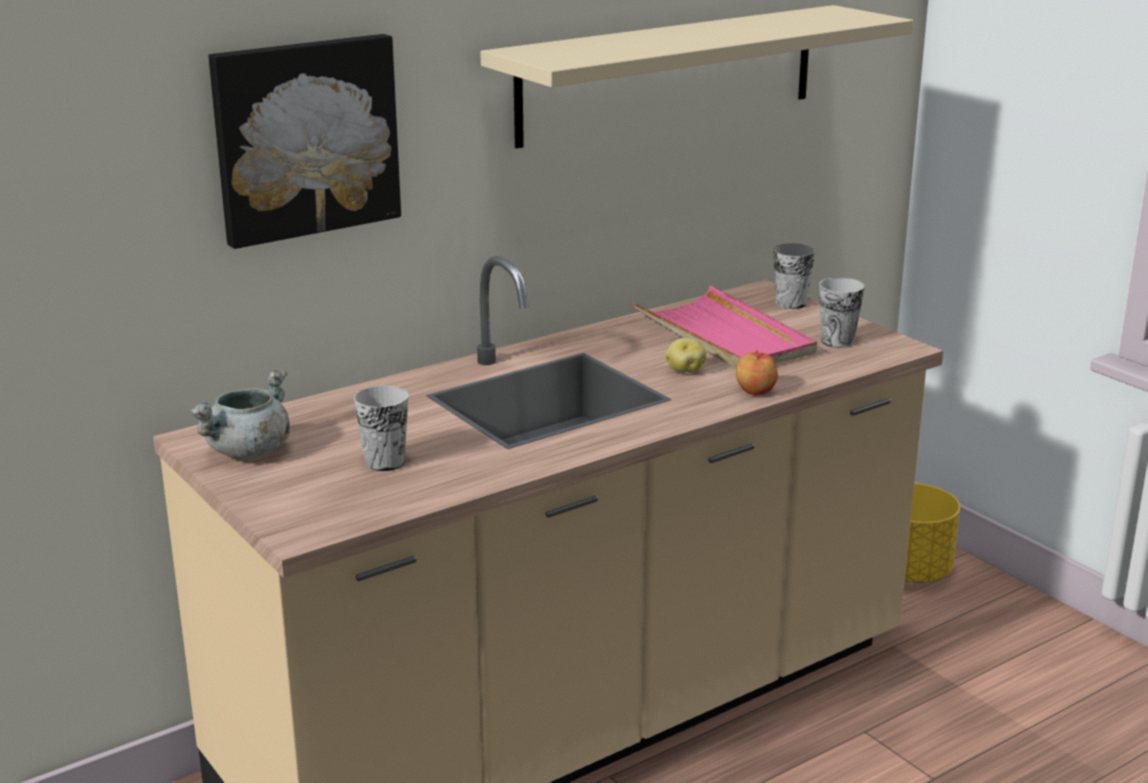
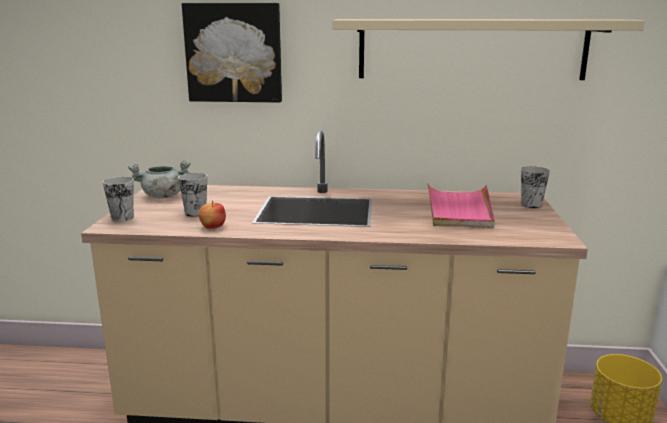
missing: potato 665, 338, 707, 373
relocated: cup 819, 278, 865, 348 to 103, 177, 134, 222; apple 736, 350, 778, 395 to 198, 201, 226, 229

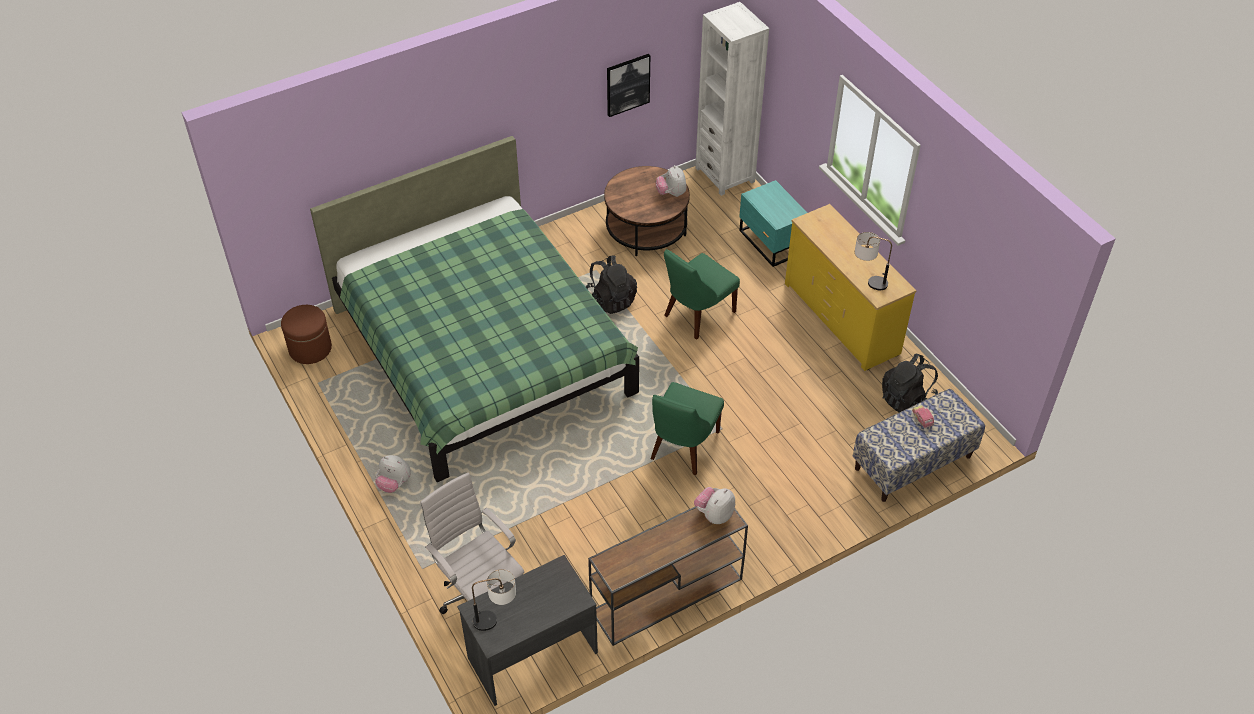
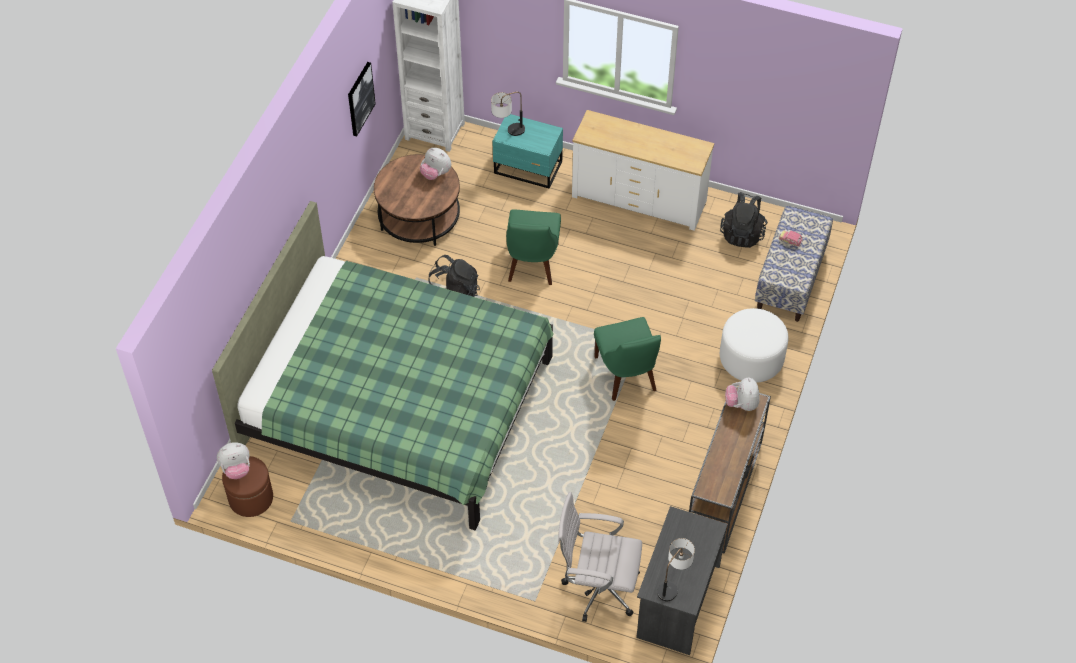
appeared: white ottoman 720, 308, 789, 383
relocated: plush toy 375, 455, 411, 493 to 217, 442, 250, 479; table lamp 855, 232, 892, 290 to 491, 92, 525, 136
colour: yellow dresser 785, 204, 916, 371 to white dresser 572, 110, 714, 231

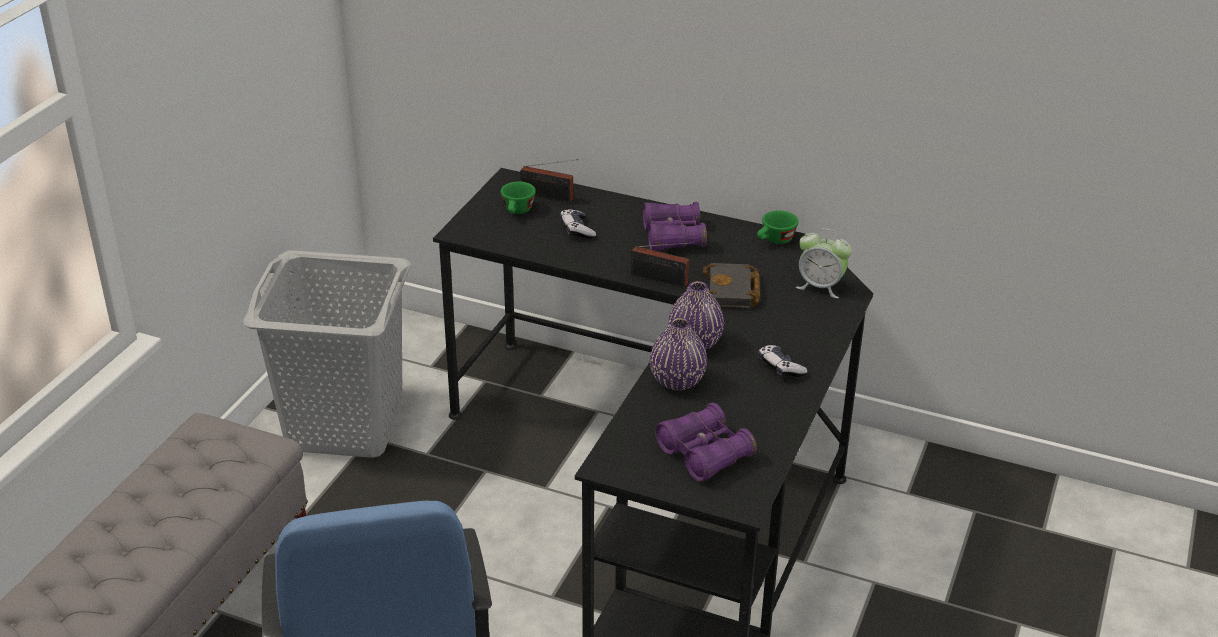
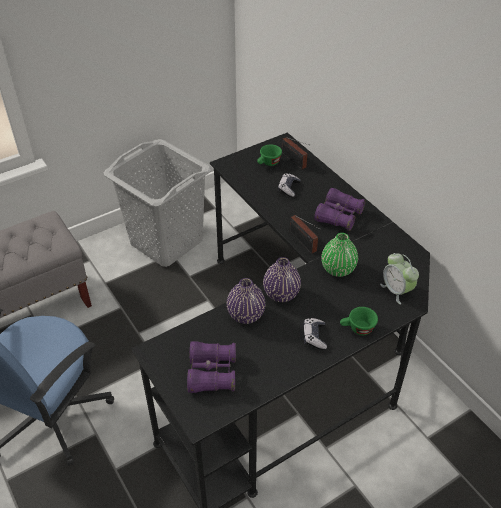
relocated: green cup 757, 210, 798, 244 to 340, 307, 378, 335
exchanged: black book 703, 263, 760, 308 to green vase 321, 233, 358, 277

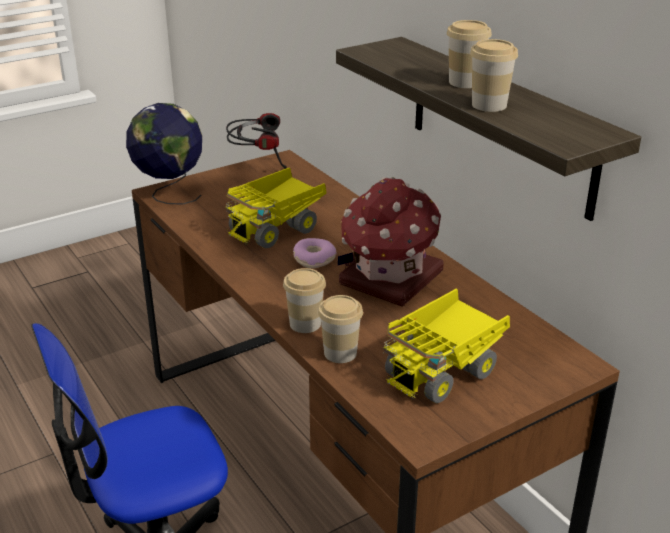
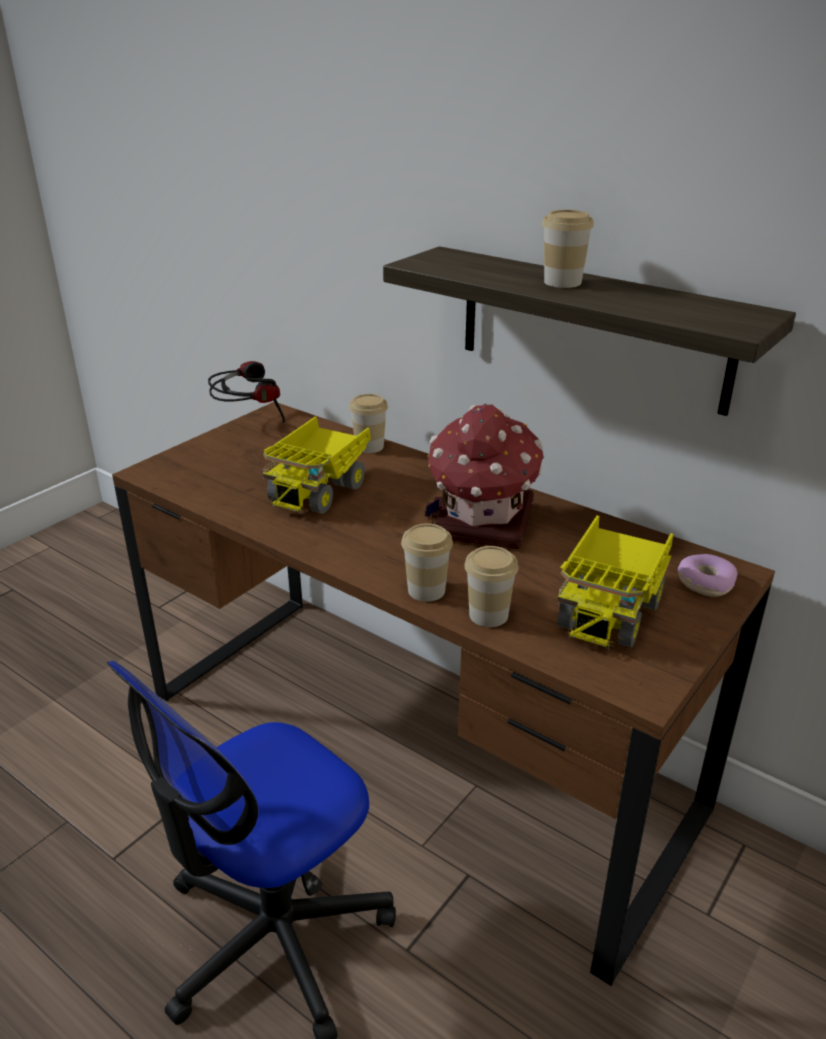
missing: globe 126, 103, 202, 205
relocated: cup 470, 39, 518, 112 to 349, 394, 388, 453; donut 293, 238, 336, 268 to 678, 554, 737, 597

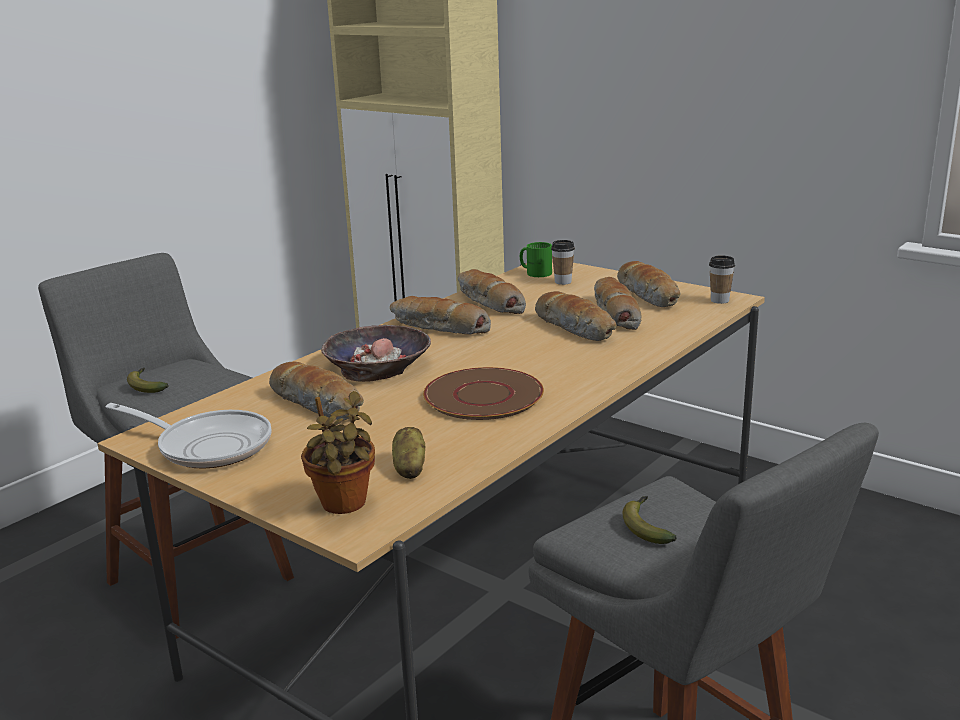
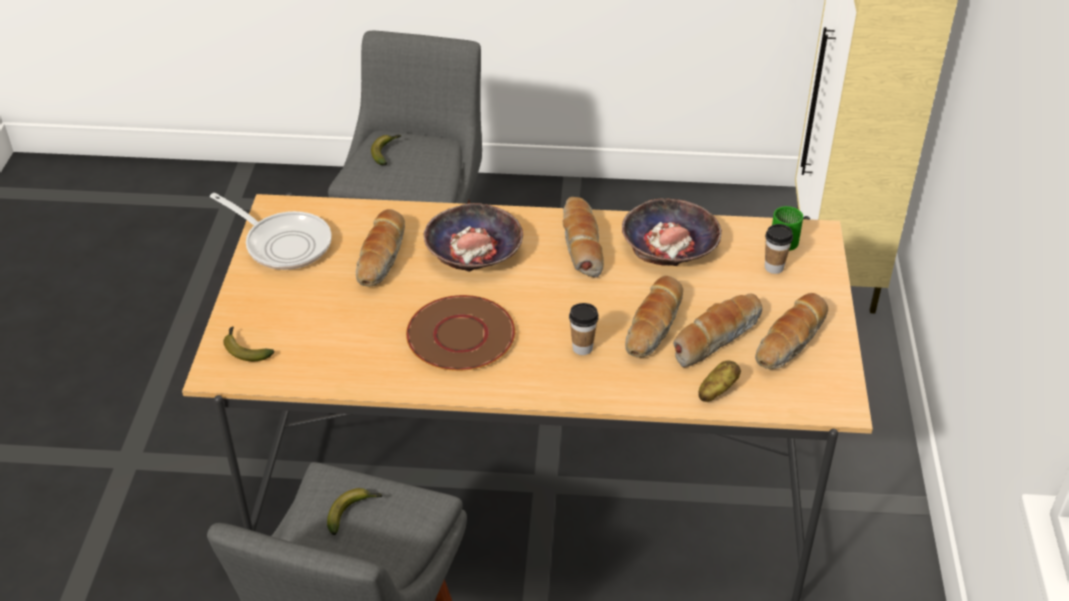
relocated: cup 709, 255, 735, 304 to 569, 303, 598, 355; potato 392, 427, 425, 479 to 699, 361, 741, 402
exchanged: potted plant 301, 391, 375, 514 to banana 223, 327, 274, 361; bread 458, 269, 526, 314 to bowl 622, 198, 722, 266
spun: frying pan 106, 403, 272, 469 = 210, 193, 332, 270 45 degrees counterclockwise

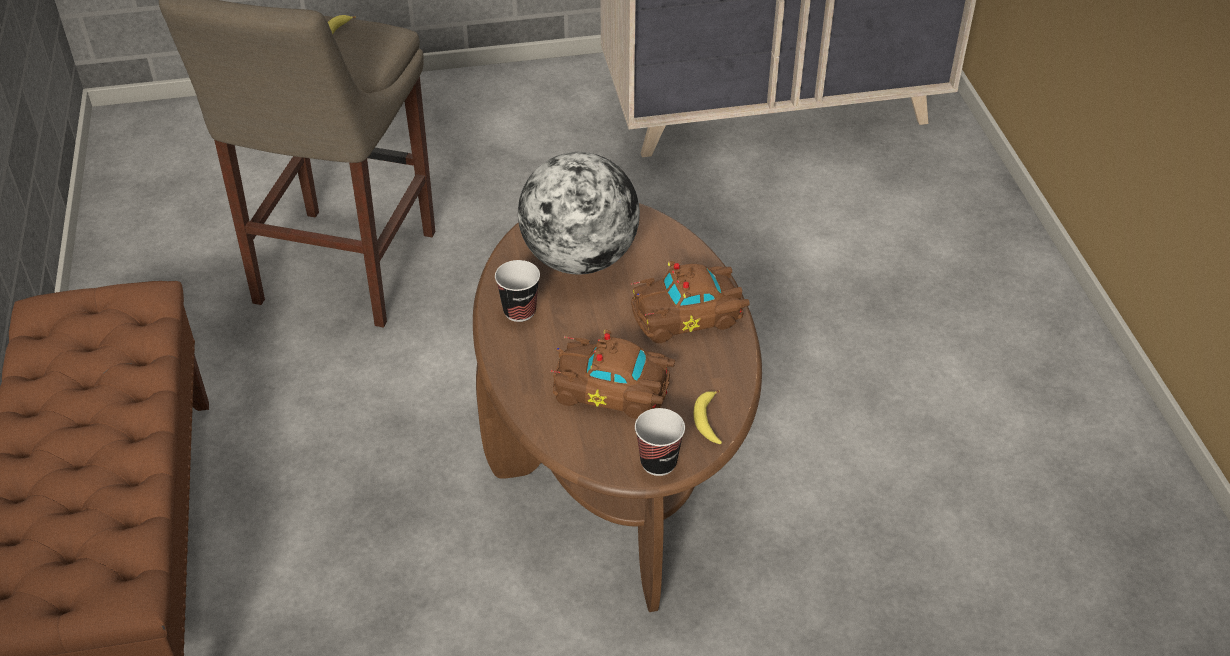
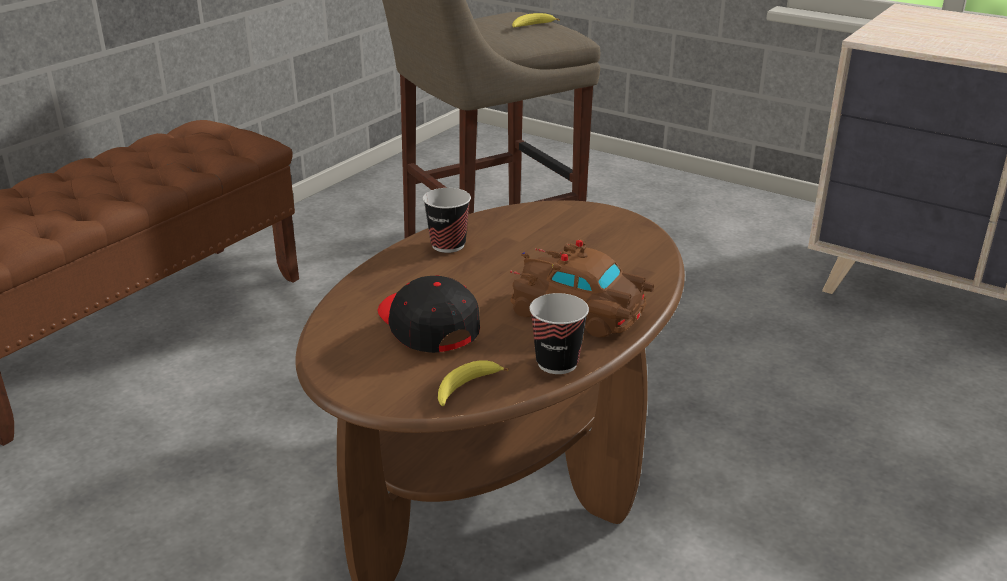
missing: globe 518, 152, 640, 275
relocated: cup 635, 408, 685, 476 to 529, 293, 589, 374
exchanged: brown toy car 551, 329, 675, 419 to black cap 378, 275, 480, 353

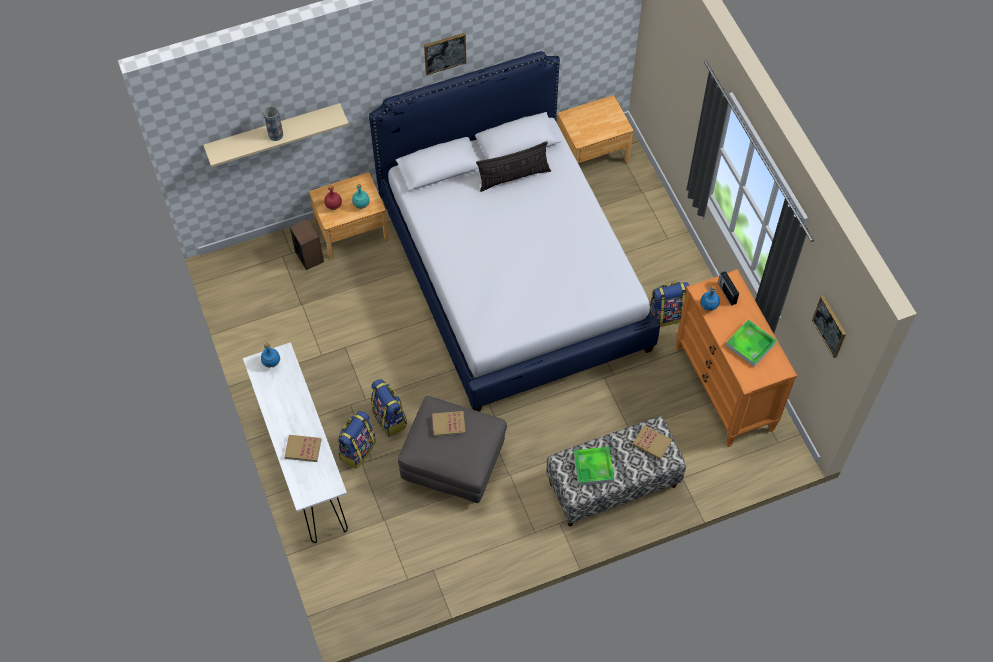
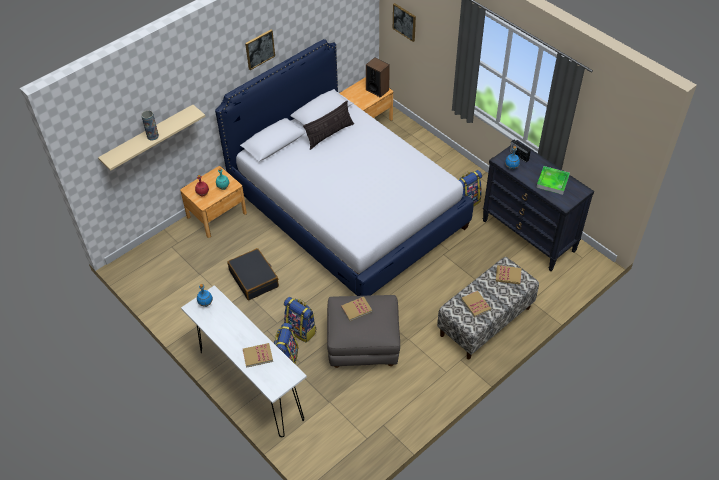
appeared: black suitcase 227, 248, 279, 300
relocated: speaker 289, 218, 324, 270 to 366, 57, 390, 98; picture 812, 296, 846, 358 to 393, 3, 416, 42
exchanged: tray 574, 447, 614, 486 to book 461, 291, 491, 318
colour: orange dresser 676, 269, 797, 447 to black dresser 483, 140, 594, 271

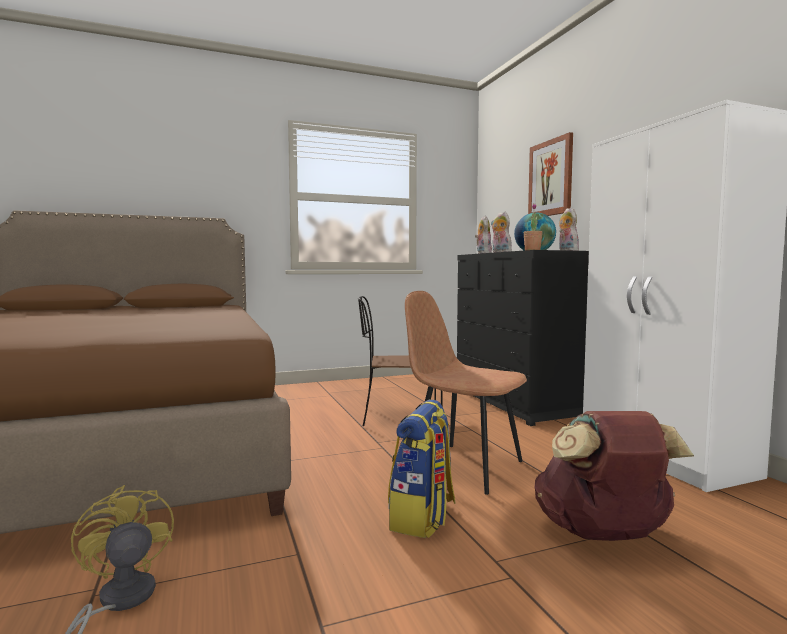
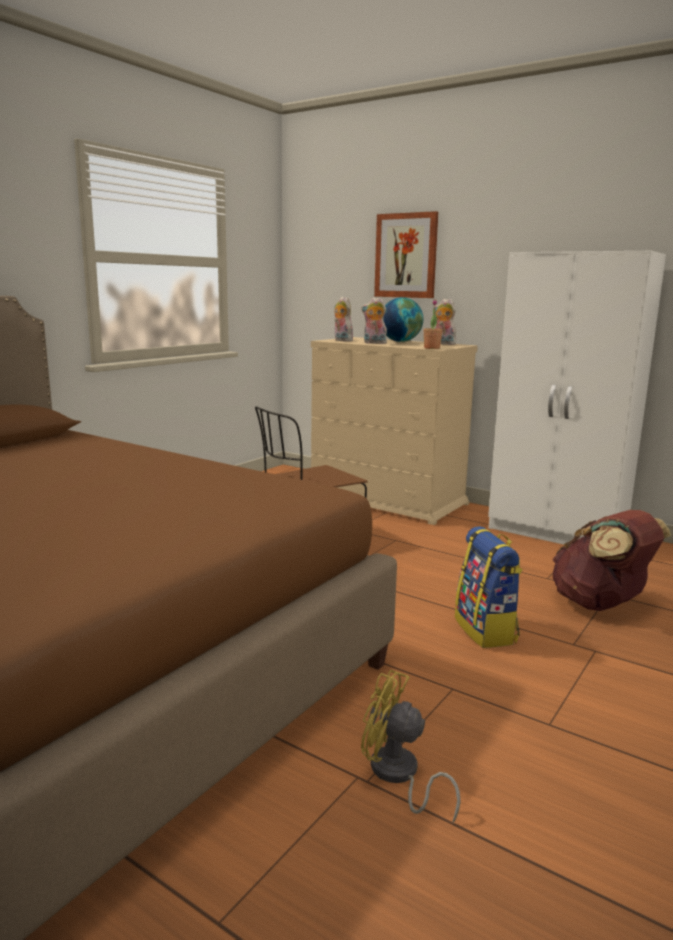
missing: brown chair 405, 291, 527, 495
colour: black dresser 457, 250, 589, 426 to beige dresser 311, 337, 478, 525

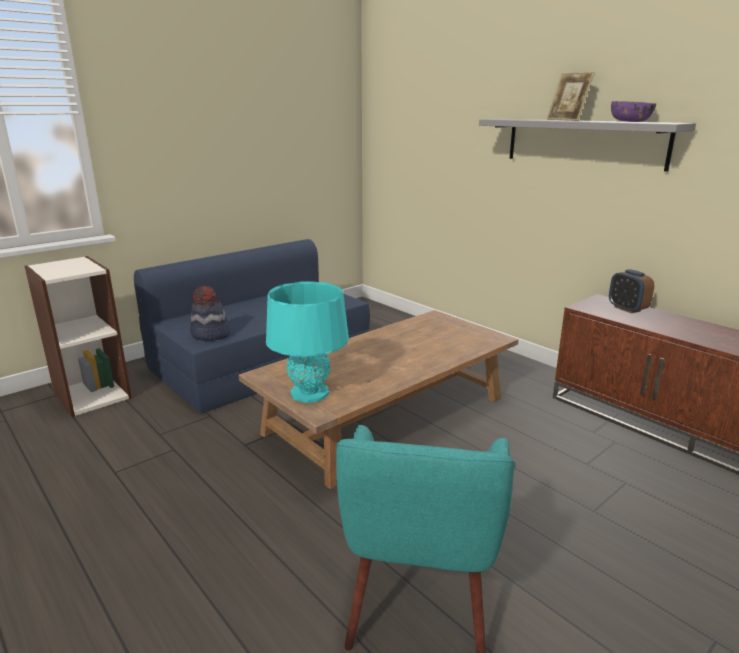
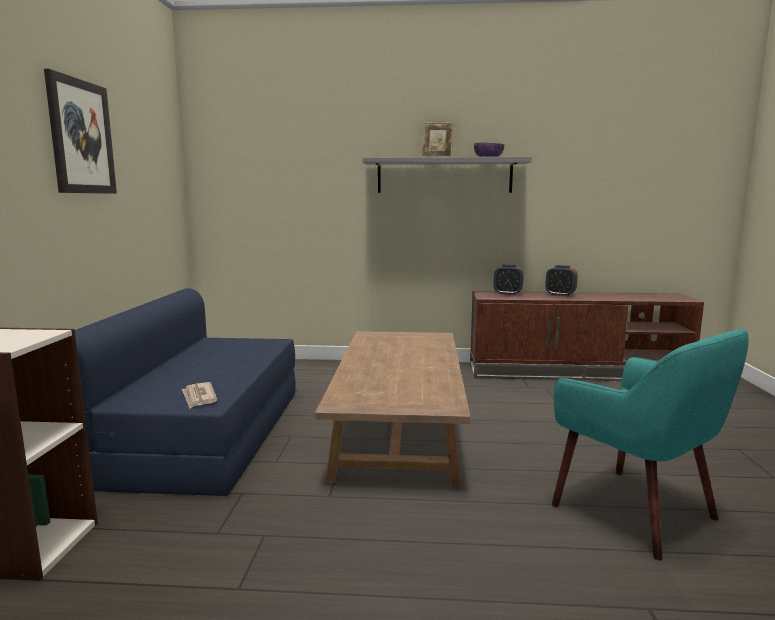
missing: turquoise table lamp 266, 281, 349, 403
appeared: picture 44, 69, 117, 194; alarm clock 545, 265, 578, 297
exchanged: hat 190, 286, 230, 341 to newspaper 182, 382, 217, 409

